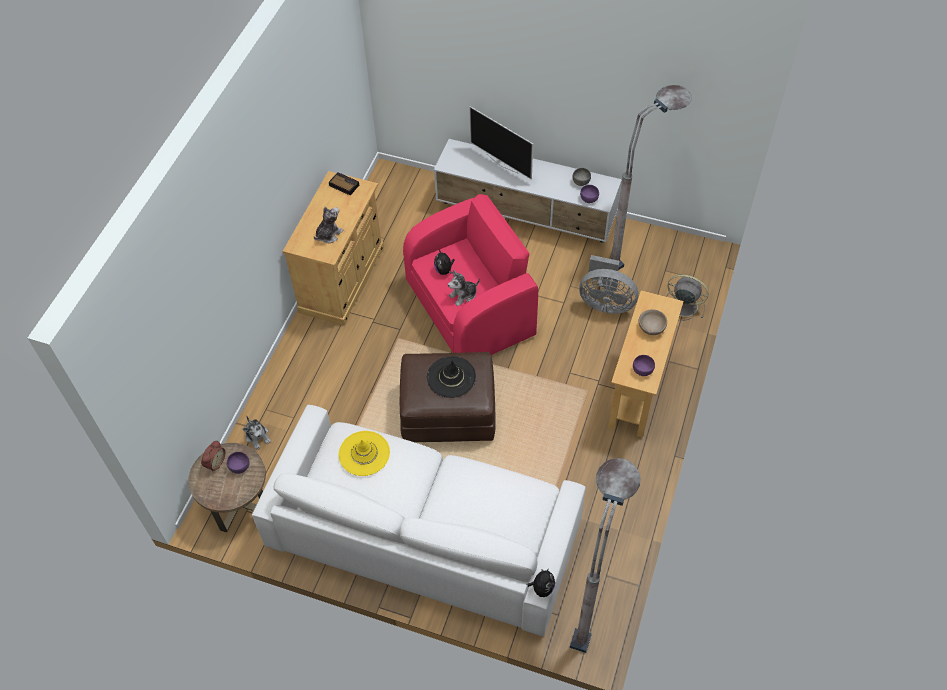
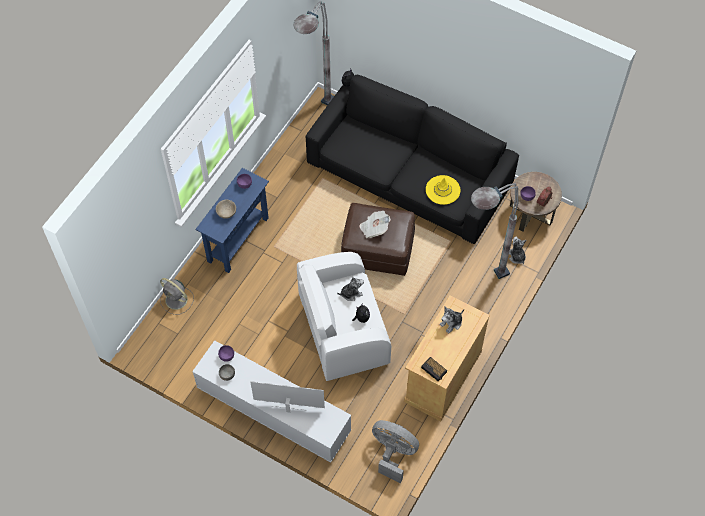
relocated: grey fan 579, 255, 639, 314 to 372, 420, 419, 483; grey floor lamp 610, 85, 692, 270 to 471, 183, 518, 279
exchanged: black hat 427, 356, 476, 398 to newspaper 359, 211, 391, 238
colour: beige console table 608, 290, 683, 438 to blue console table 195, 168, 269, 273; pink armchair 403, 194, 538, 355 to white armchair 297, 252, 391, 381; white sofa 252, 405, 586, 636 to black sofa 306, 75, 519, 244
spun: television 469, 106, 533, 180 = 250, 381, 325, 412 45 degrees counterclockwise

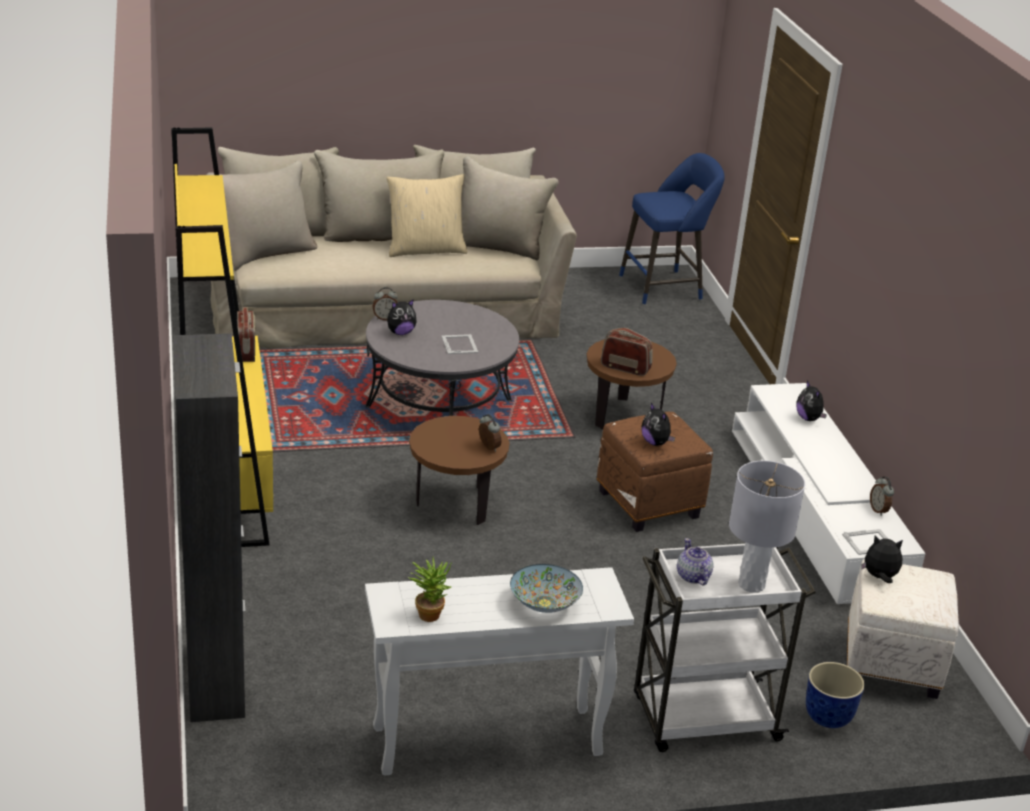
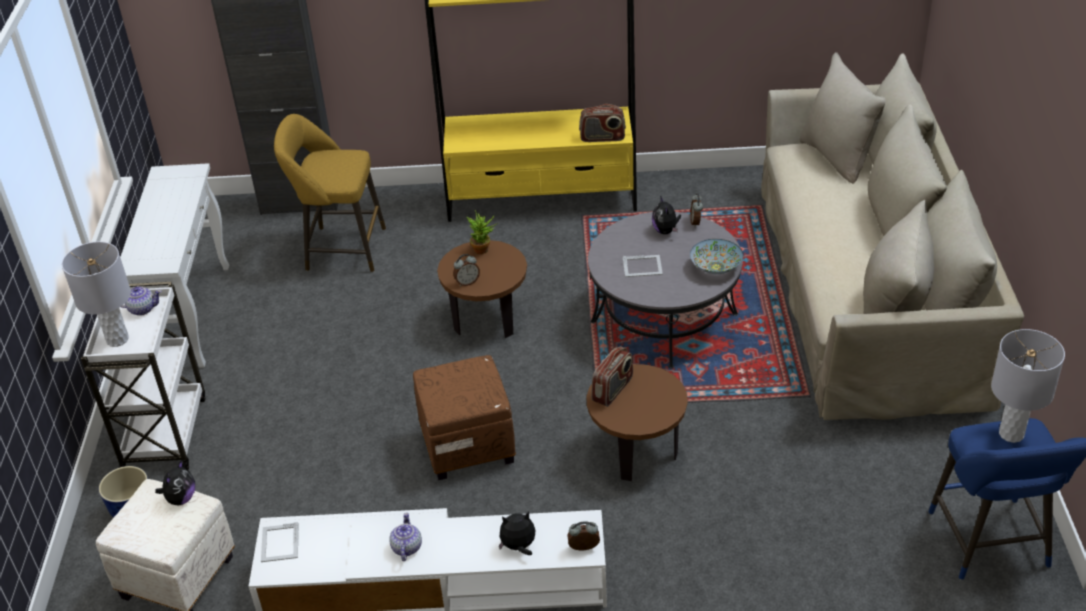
missing: beige pillow 387, 174, 468, 257; plush toy 641, 403, 675, 446
appeared: yellow stool 274, 114, 386, 272; teapot 389, 512, 422, 561; grey table lamp 991, 329, 1065, 443
relocated: potted plant 408, 557, 452, 622 to 466, 210, 496, 254; alarm clock 870, 477, 894, 516 to 567, 521, 600, 550; bowl 510, 564, 583, 613 to 690, 239, 743, 274

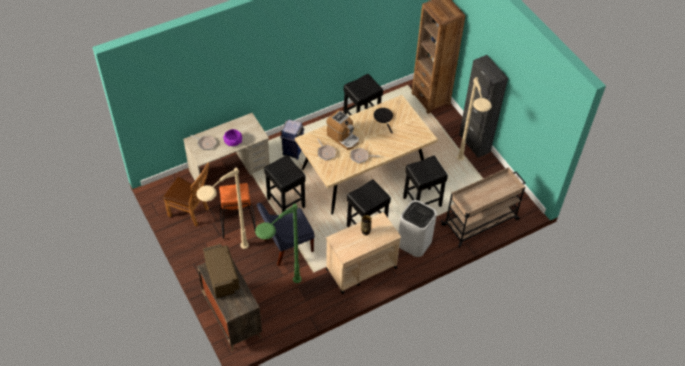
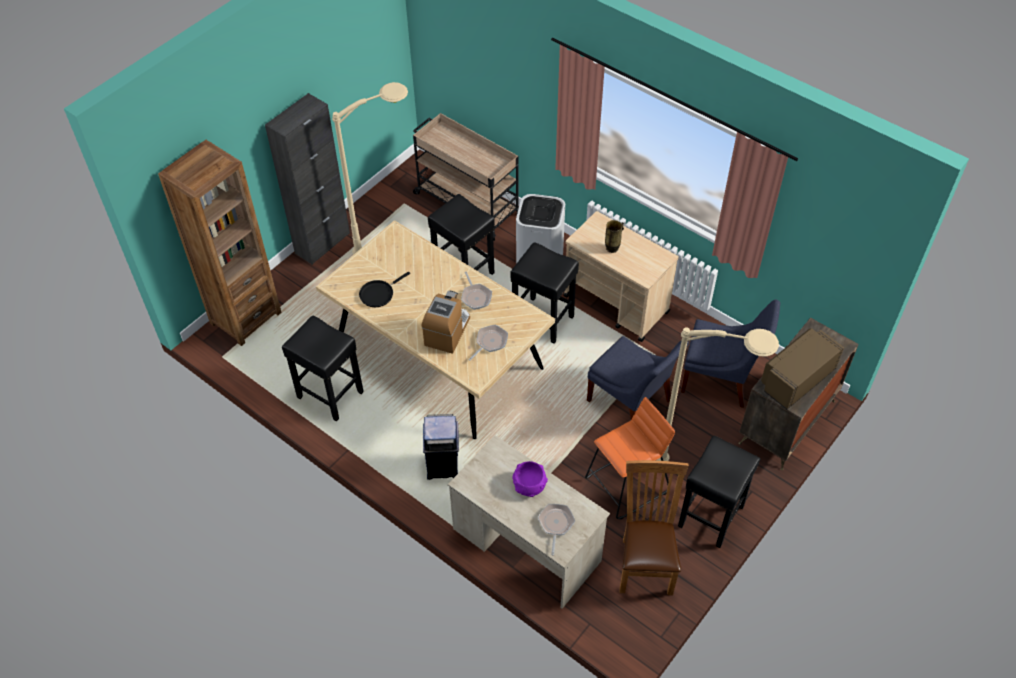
relocated: black stool 264, 155, 306, 212 to 678, 436, 760, 548
exchanged: green floor lamp 255, 204, 302, 283 to blue chair 681, 300, 780, 408

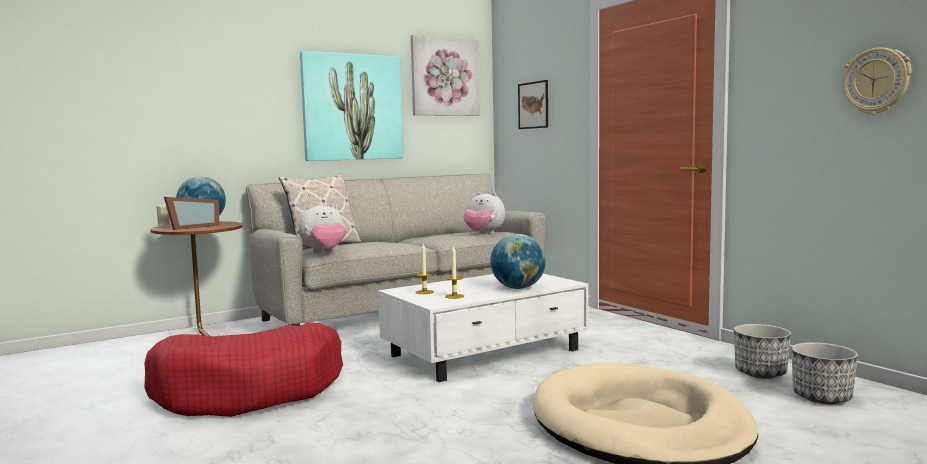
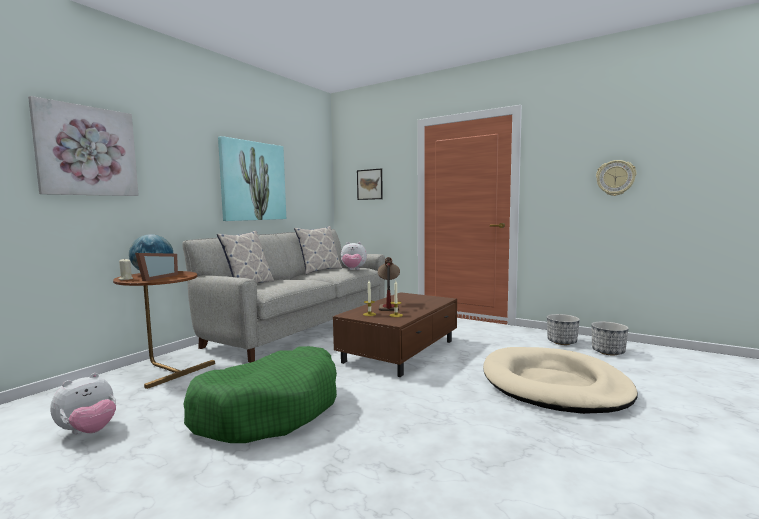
missing: globe 490, 234, 546, 289
appeared: pillow 294, 226, 342, 274; table lamp 378, 257, 400, 311
relocated: picture 411, 35, 480, 116 to 28, 96, 139, 196; plush toy 299, 203, 345, 253 to 50, 373, 116, 434
colour: red dog bed 144, 322, 343, 417 to green dog bed 183, 346, 337, 443; white coffee table 378, 274, 589, 382 to brown coffee table 333, 292, 457, 377

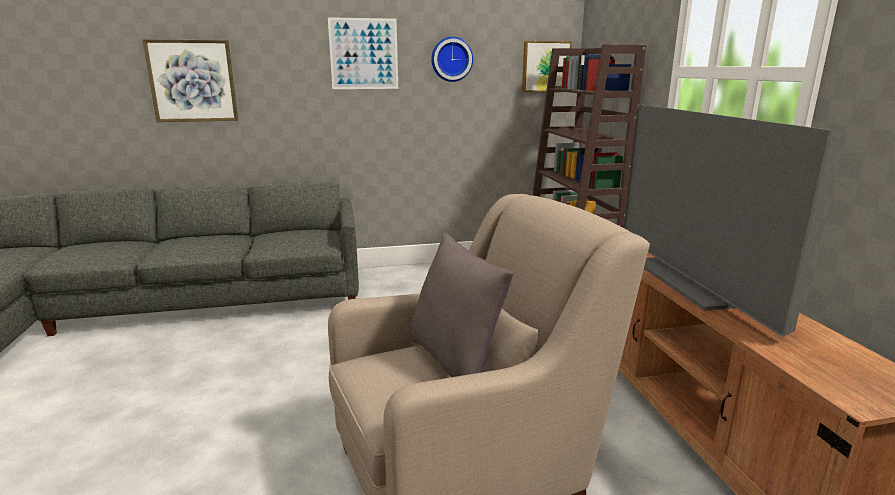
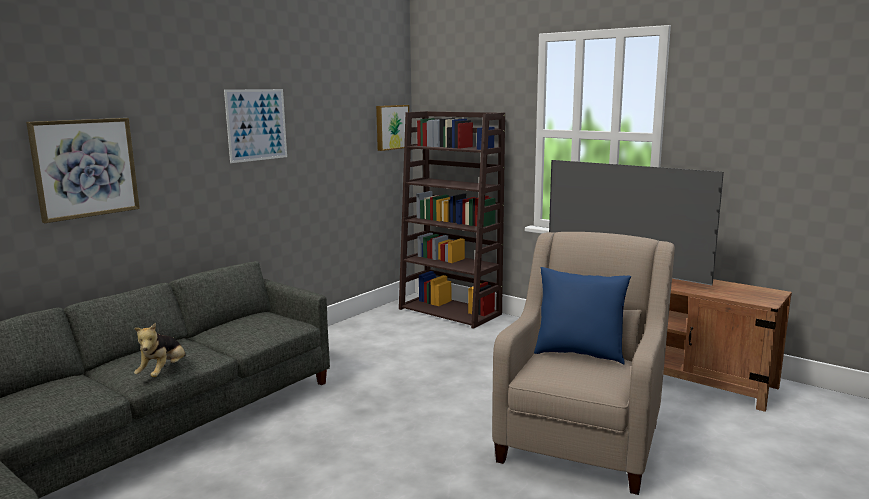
missing: wall clock 431, 37, 473, 82
appeared: plush toy 134, 323, 186, 377
colour: grey pillow 412, 233, 514, 377 to blue pillow 534, 267, 631, 364

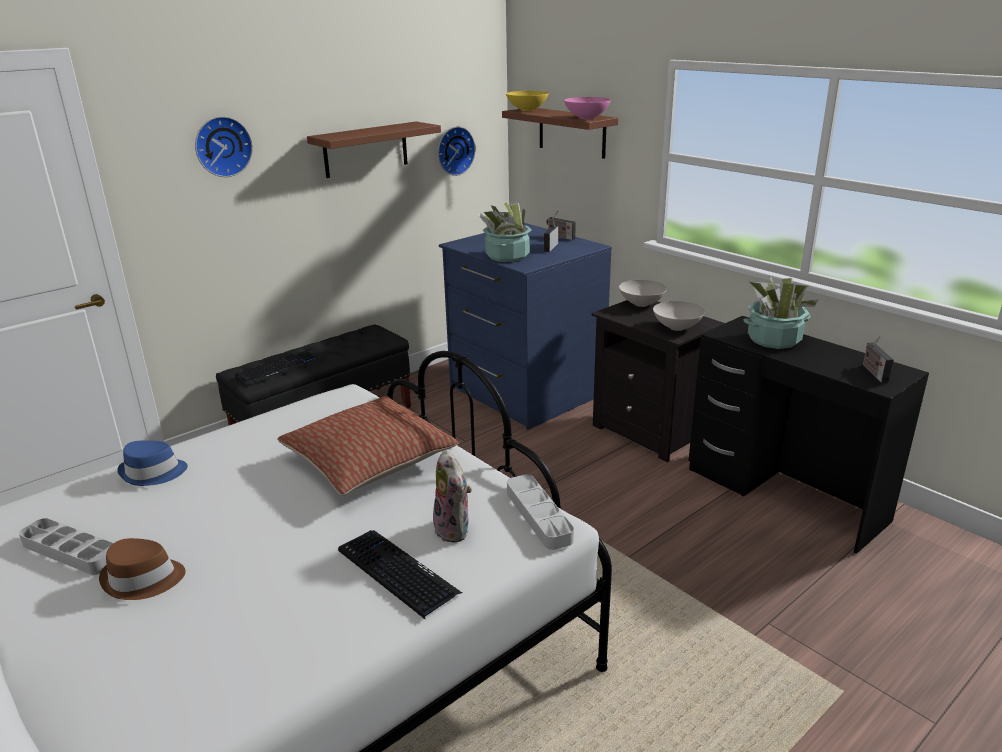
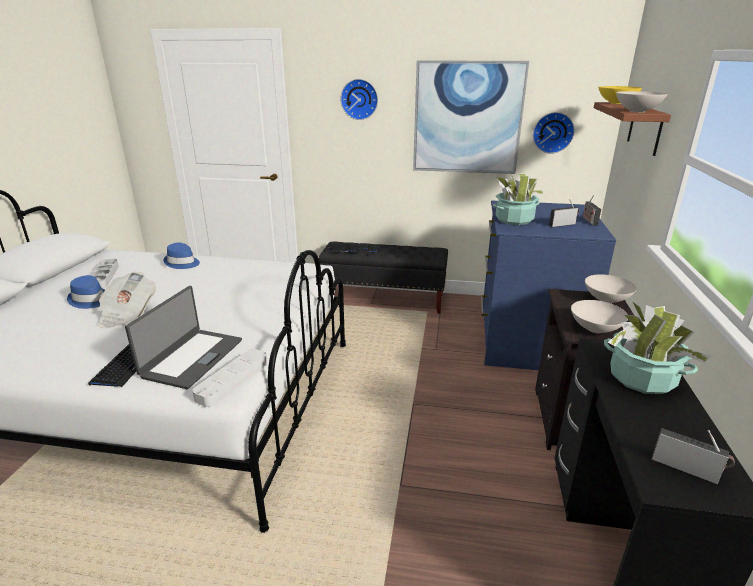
missing: pillow 277, 396, 458, 496
appeared: newspaper 97, 272, 156, 328
exchanged: plush toy 432, 450, 472, 542 to laptop 125, 286, 242, 389; brown shelf 307, 122, 441, 178 to picture 413, 61, 529, 174
colour: brown hat 99, 538, 186, 600 to blue hat 67, 275, 105, 309; pink bowl 564, 97, 611, 119 to white bowl 616, 91, 668, 112
spun: radio 863, 336, 894, 383 = 652, 428, 735, 484 75 degrees clockwise

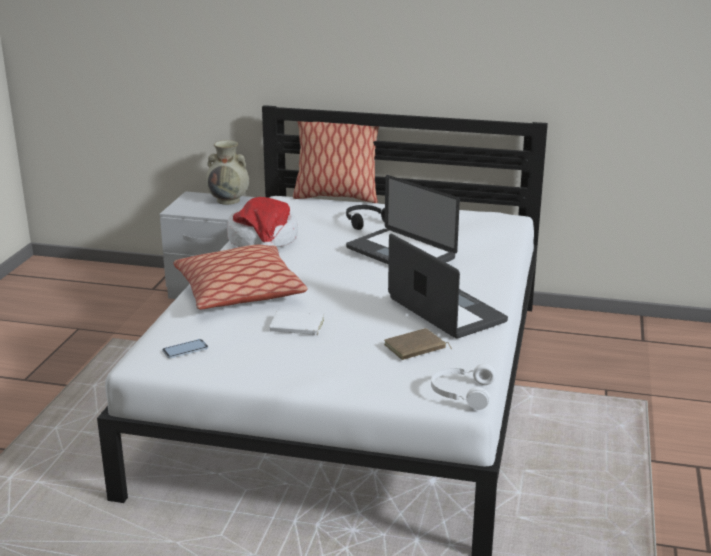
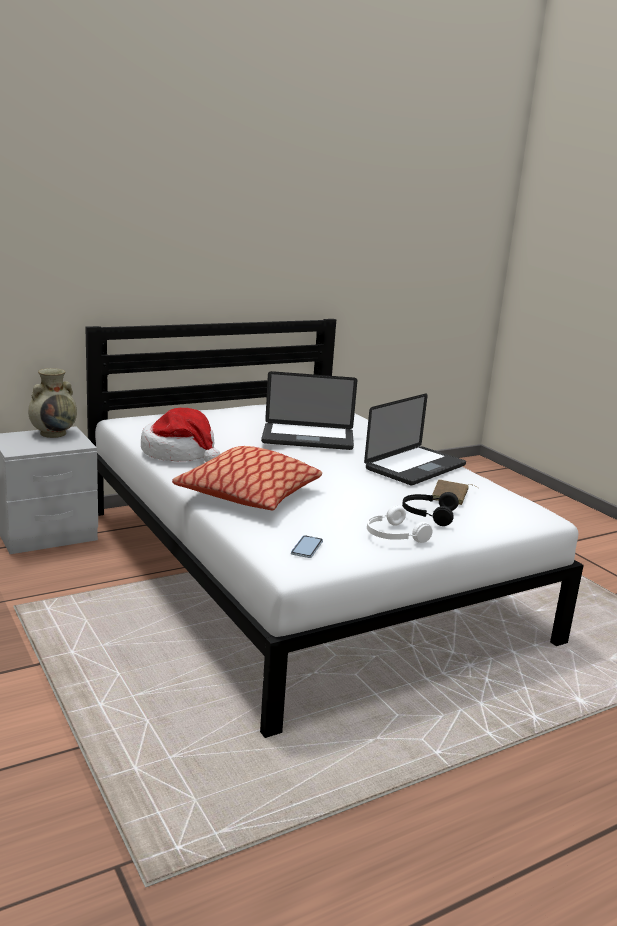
missing: white book 270, 311, 325, 337; pillow 293, 121, 379, 203
relocated: white headphones 431, 363, 496, 410 to 367, 505, 433, 543; black headphones 346, 205, 385, 230 to 402, 492, 459, 526
spun: laptop 388, 234, 508, 339 = 364, 393, 466, 486 120 degrees clockwise

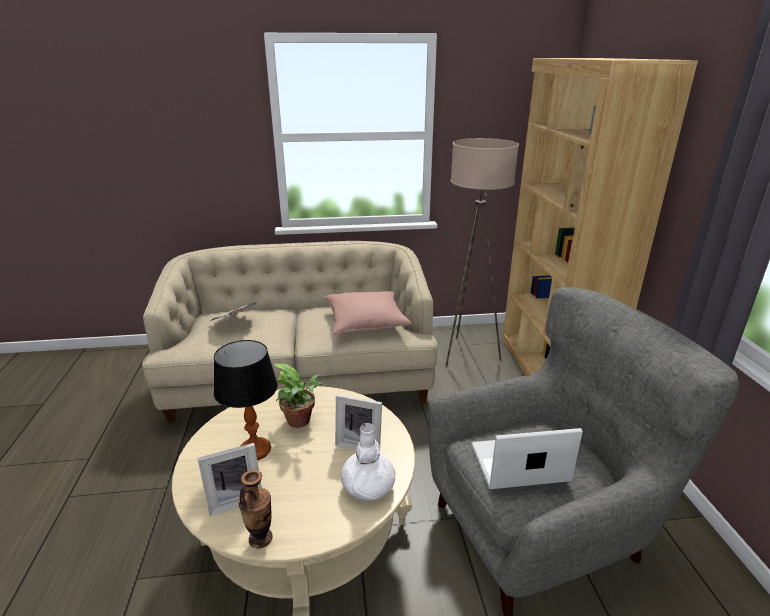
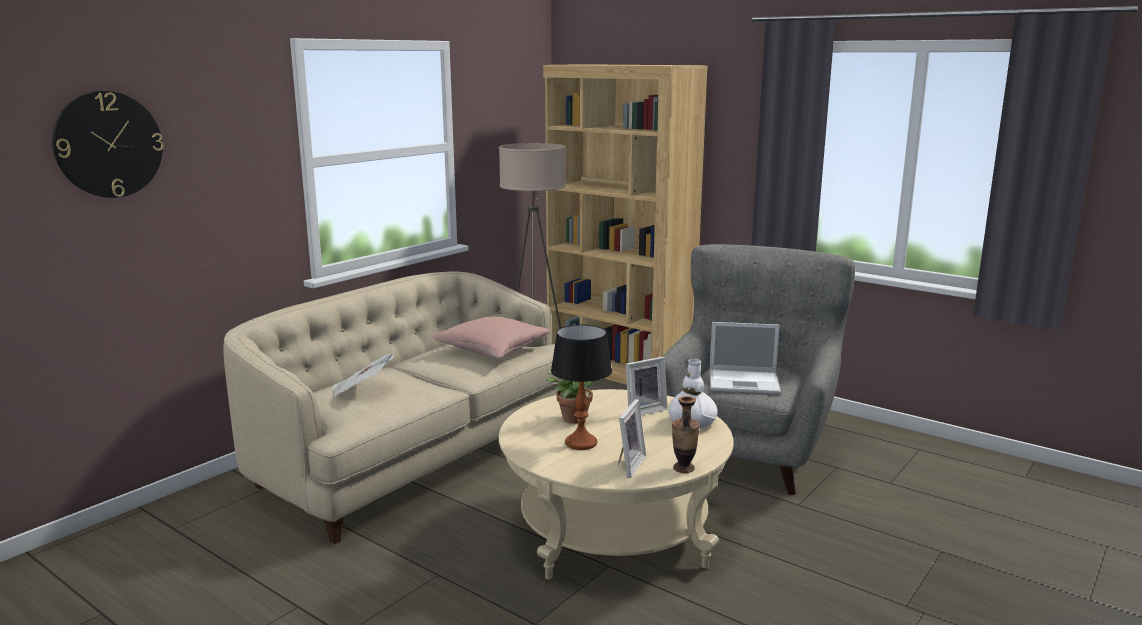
appeared: wall clock 52, 91, 164, 198
spun: laptop 471, 428, 583, 489 = 710, 322, 781, 394 120 degrees counterclockwise

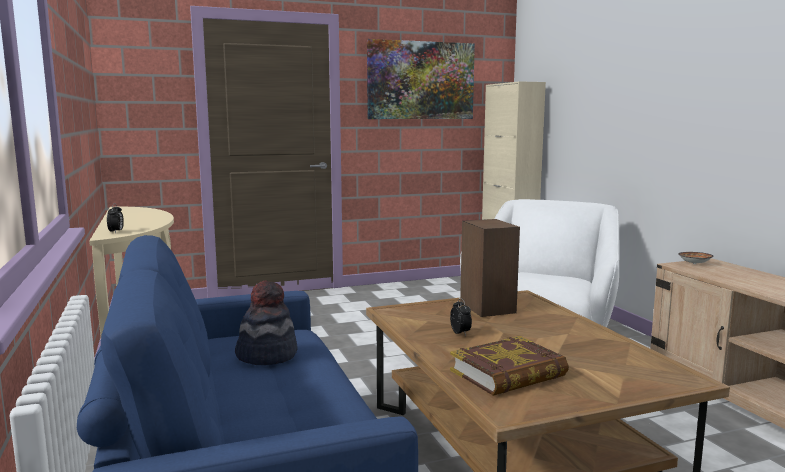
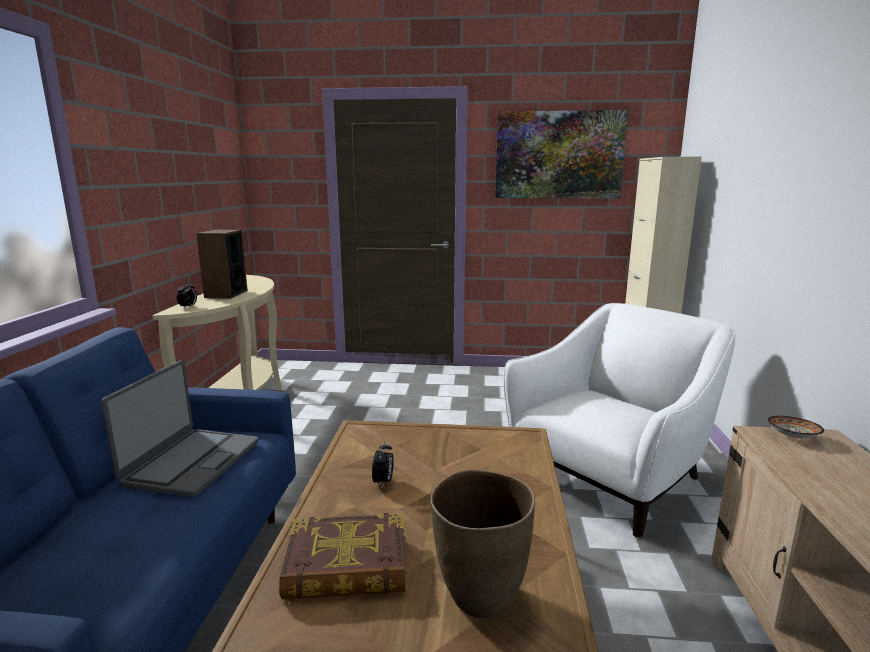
appeared: brown vase 430, 470, 535, 619
relocated: speaker 460, 219, 520, 317 to 196, 229, 248, 299
exchanged: hat 235, 280, 298, 365 to laptop 101, 360, 258, 497

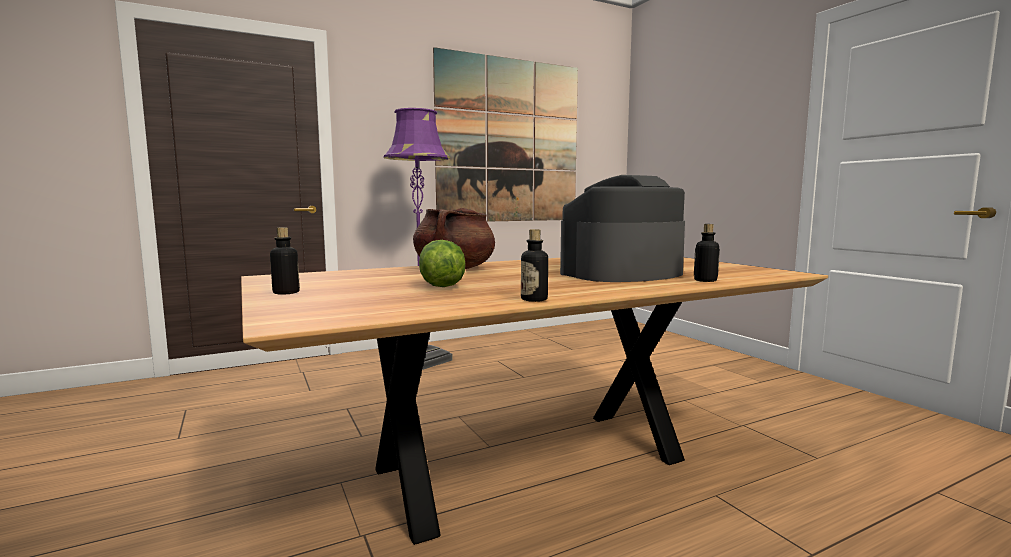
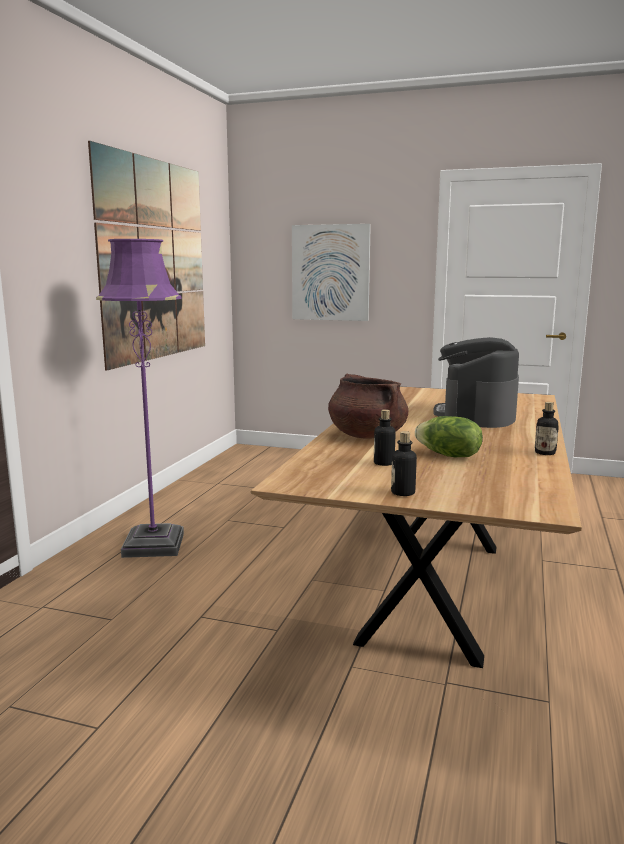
appeared: picture 292, 224, 371, 321
relocated: bottle 694, 224, 720, 282 to 374, 409, 396, 466

